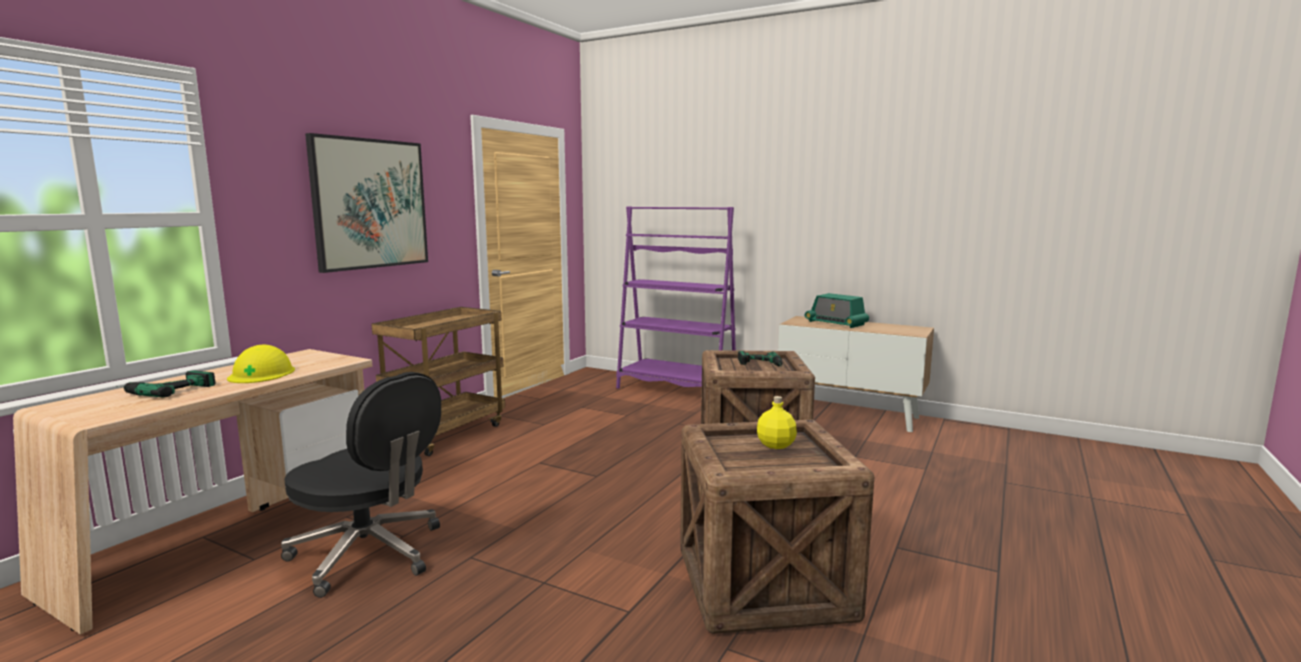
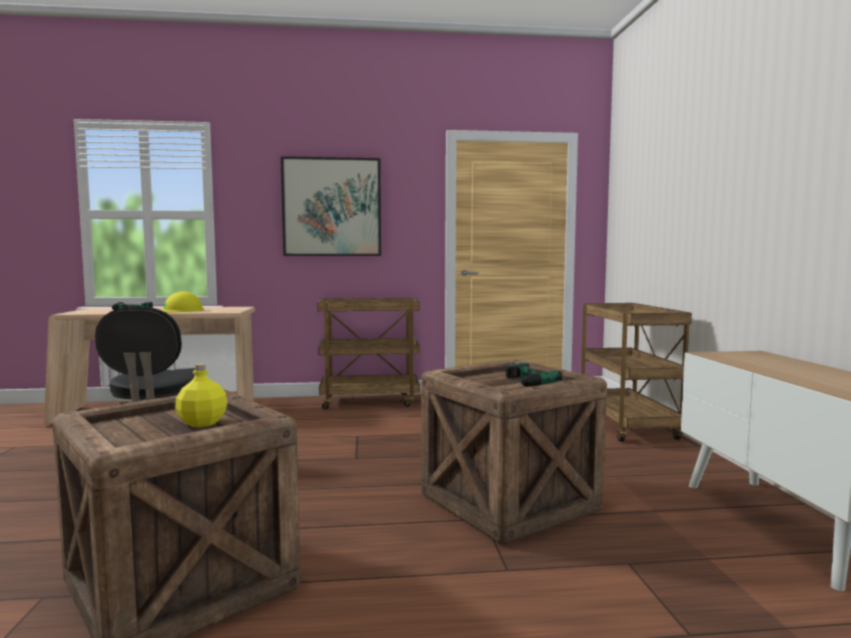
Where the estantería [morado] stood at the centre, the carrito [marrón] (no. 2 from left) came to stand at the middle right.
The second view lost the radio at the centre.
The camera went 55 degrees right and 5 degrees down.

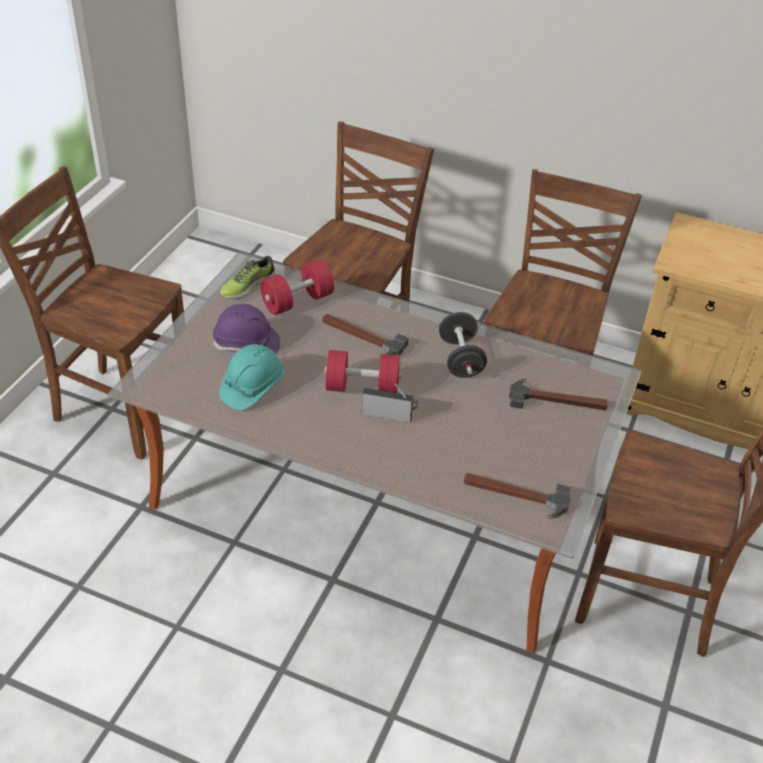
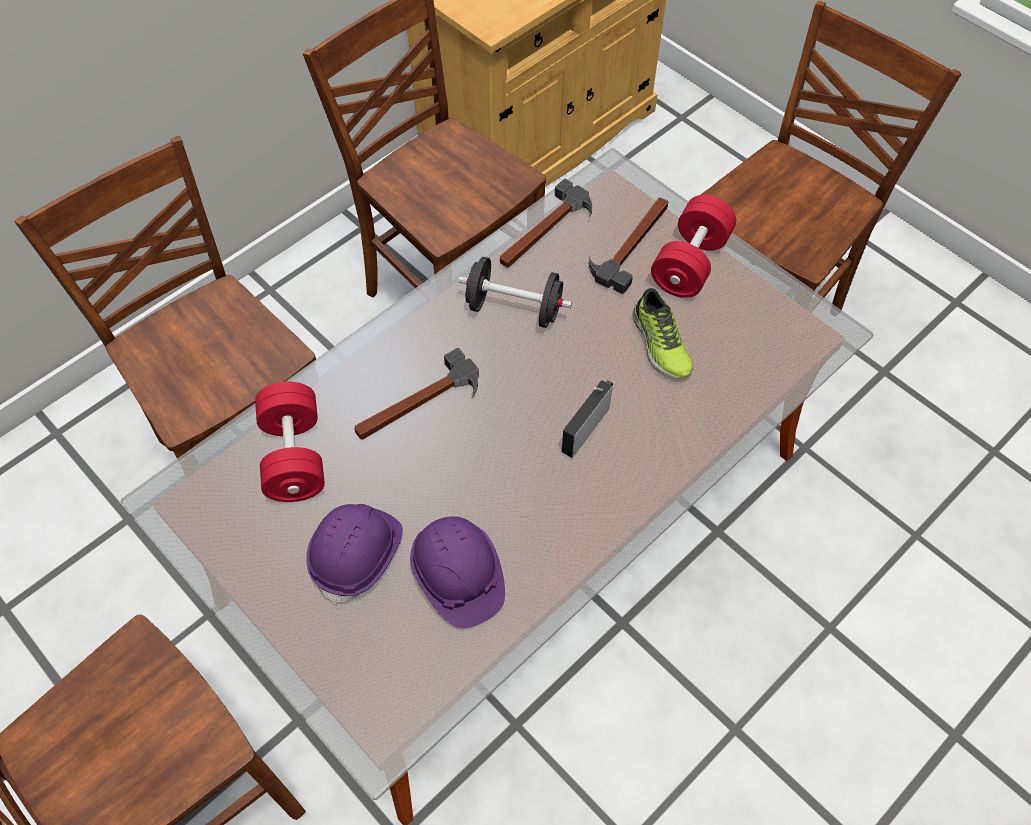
What was the casco [turquesa] at the middle left turned into the casco [morado] (no. 2 from left) at the bottom centre.
The zapato ended up elsewhere, having gone from the middle left to the centre.
The mancuerna [rojo] (no. 2 from left) ended up elsewhere, having gone from the centre to the top right.
The martillo (no. 2 from left) ended up elsewhere, having gone from the middle right to the top centre.
The camera went 65 degrees left and 15 degrees up.

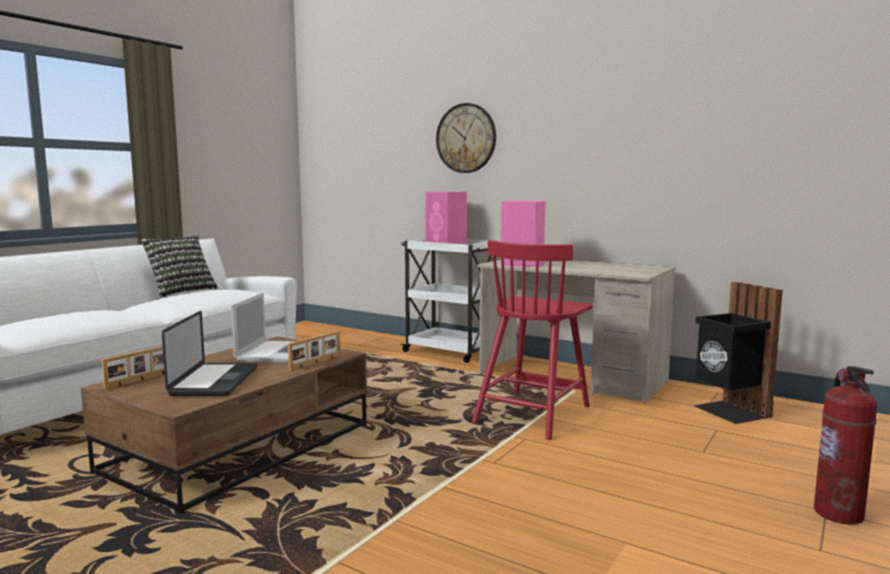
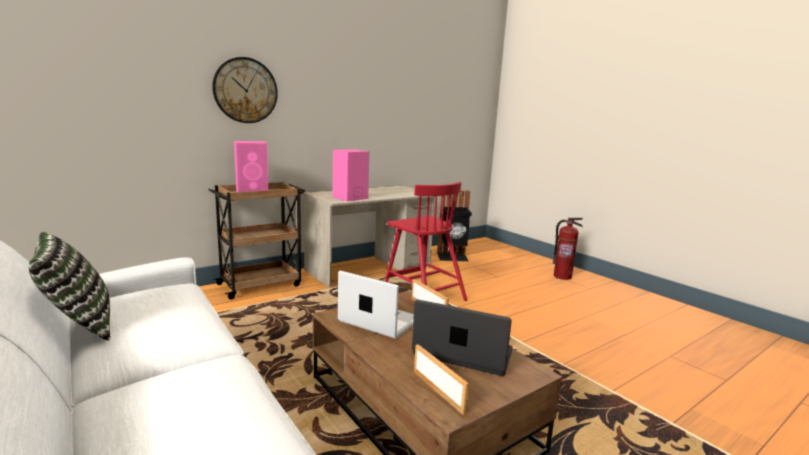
What was the carrito [blanco] at the centre turned into the carrito [marrón] at the middle left.
The camera went 70 degrees left and 5 degrees up.

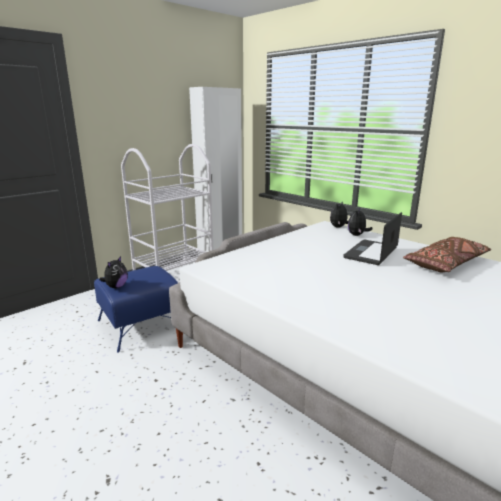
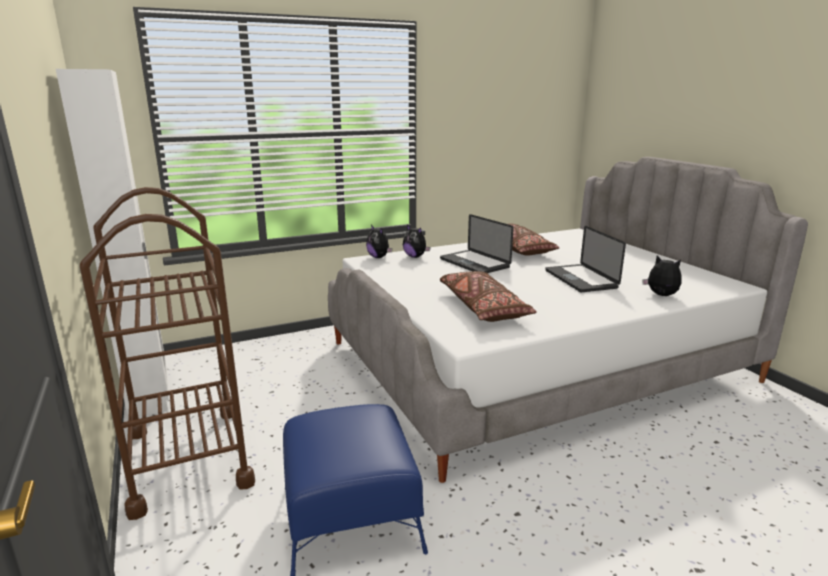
The peluche (no. 1 from left in the first image) ended up elsewhere, having gone from the middle left to the middle right.
What was the carrito [blanco] at the centre turned into the carrito [marrón] at the middle left.
The second view gained the cojín [marrón] (no. 1 from left) at the centre.
The second view gained the portátil (no. 2 from left) at the middle right.
The camera went 70 degrees left and 0 degrees up.

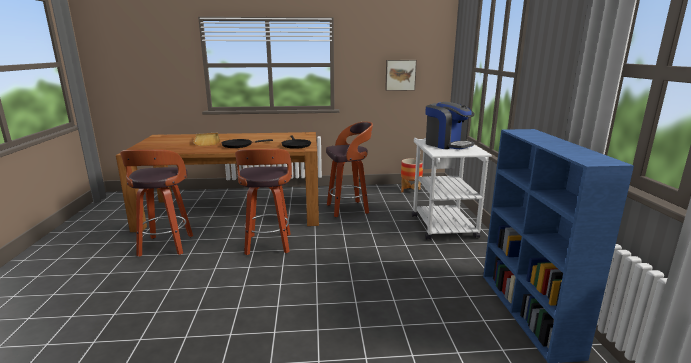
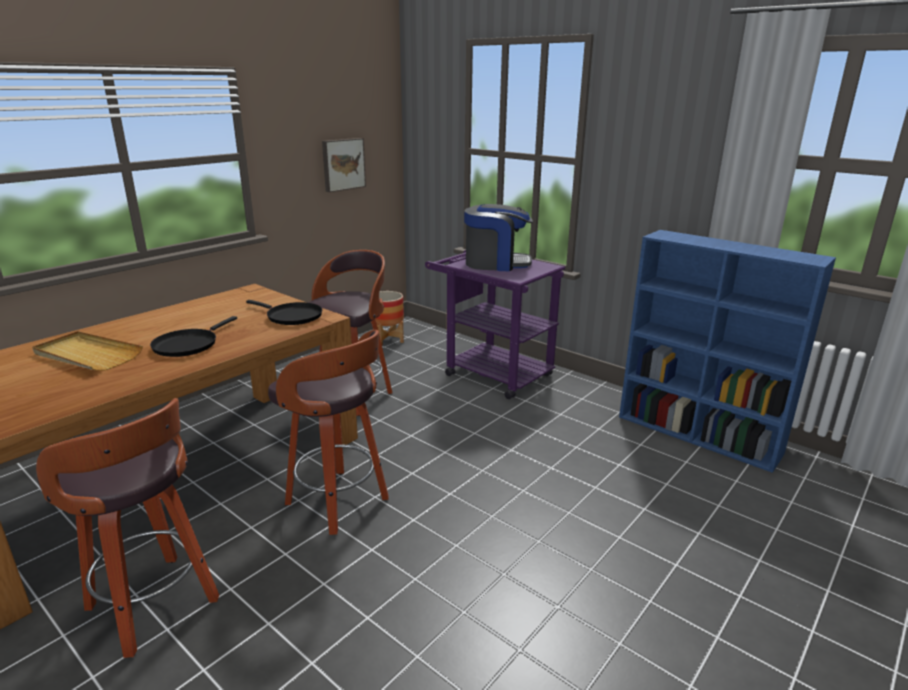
What was the carrito [blanco] at the centre turned into the carrito [morado] at the centre.
The camera went 45 degrees left and 5 degrees up.

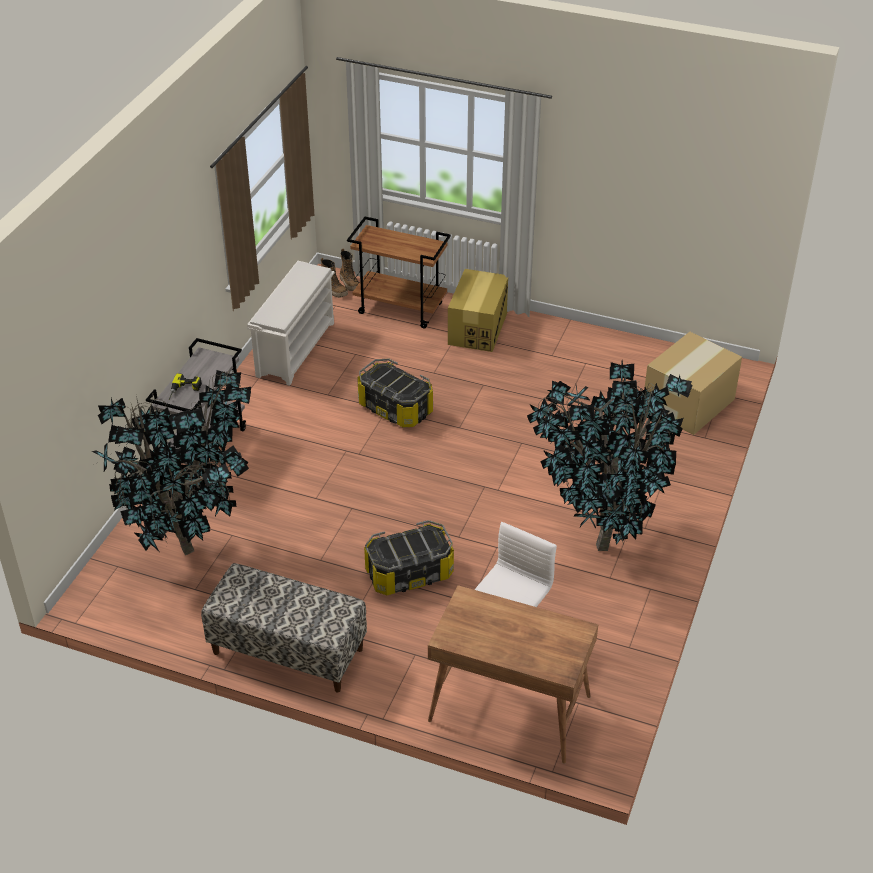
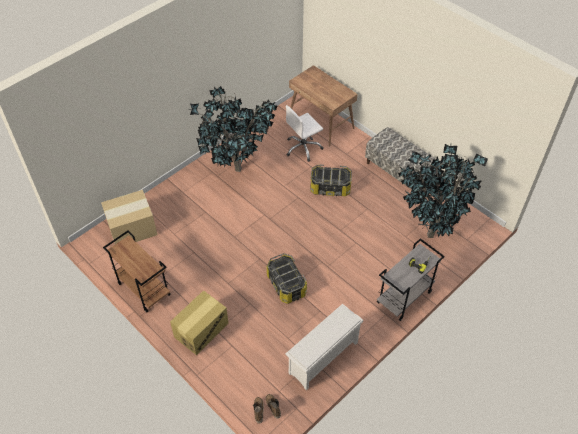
The carrito [marrón] ended up elsewhere, having gone from the top centre to the middle left.
The camera went 155 degrees left and 10 degrees up.

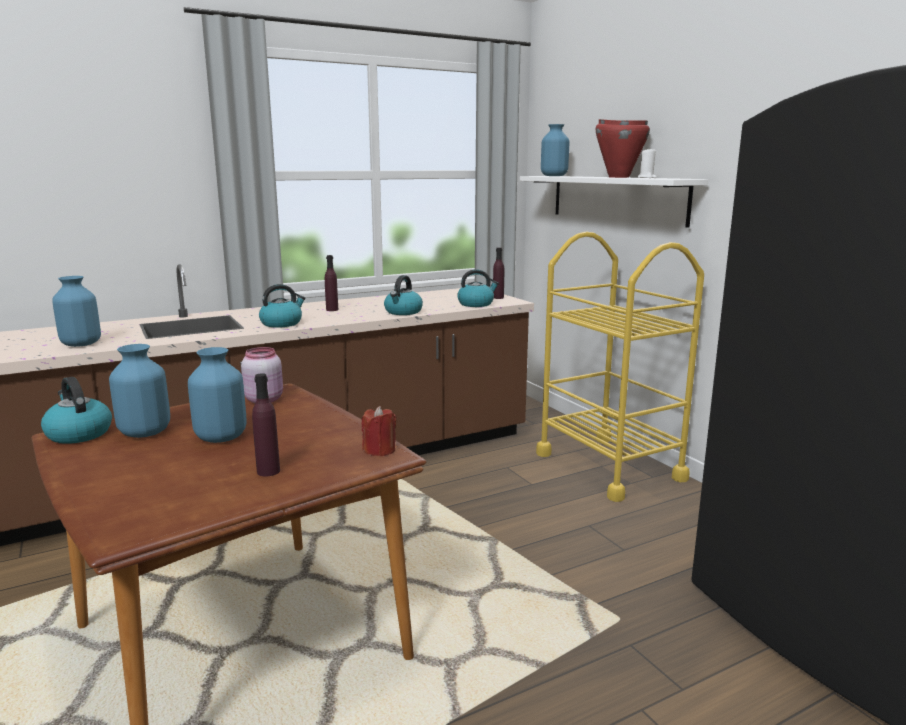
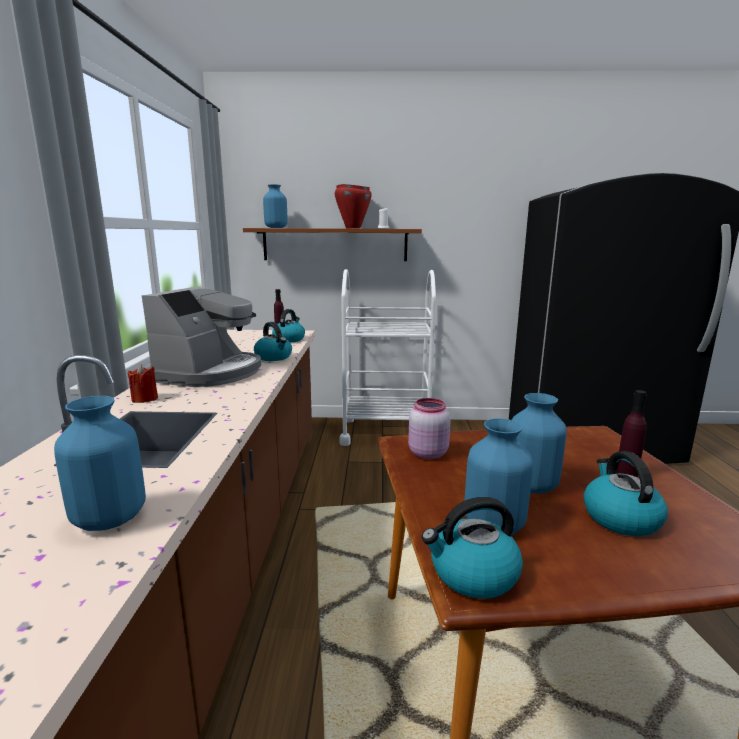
The hervidor (no. 2 from left in the first image) ended up elsewhere, having gone from the middle left to the bottom right.
Where the botella [morado] (no. 2 from left) stood at the centre, the cafetera came to stand at the middle left.
The vela [rojo] ended up elsewhere, having gone from the centre to the middle left.
What was the estante [blanco] at the top right turned into the estante [marrón] at the top centre.
What was the carrito [amarillo] at the middle right turned into the carrito [blanco] at the centre.
The camera went 60 degrees left and 0 degrees up.

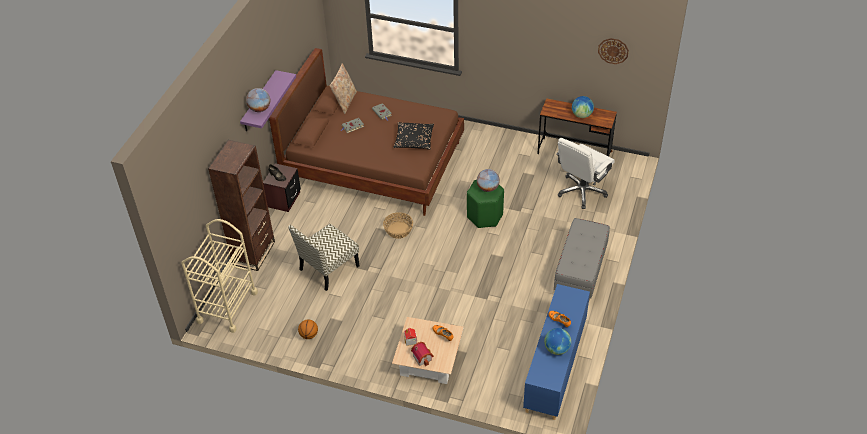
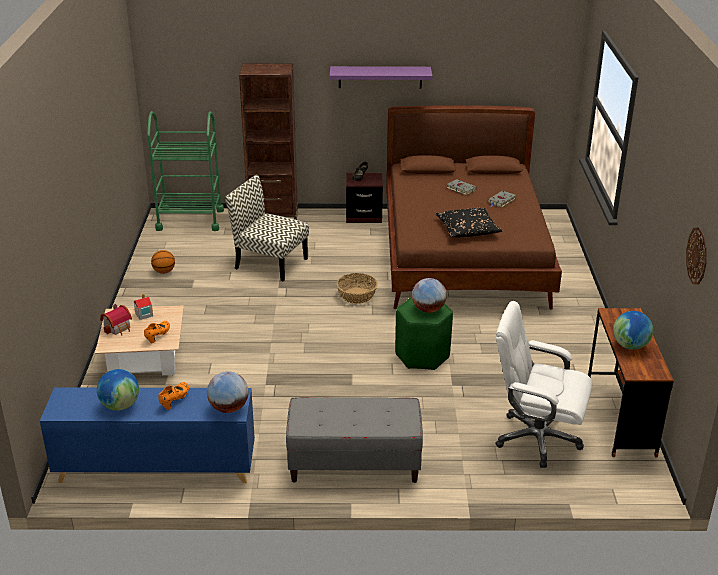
What was the carrito [beis] at the middle left turned into the carrito [verde] at the top left.
The globo terráqueo (no. 1 from left in the first image) ended up elsewhere, having gone from the top left to the bottom left.
The second view lost the cojín [beis] at the top centre.
The camera went 70 degrees right and 15 degrees down.

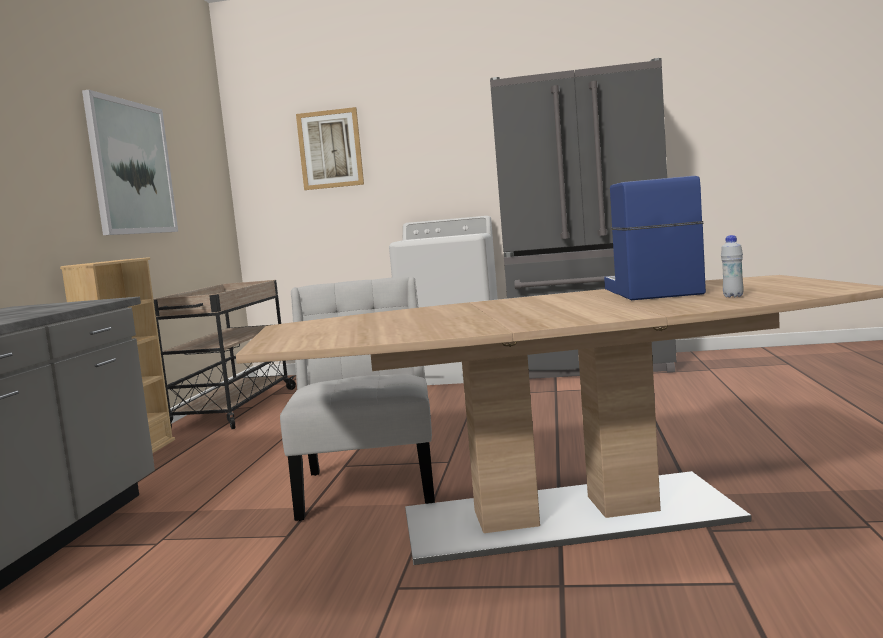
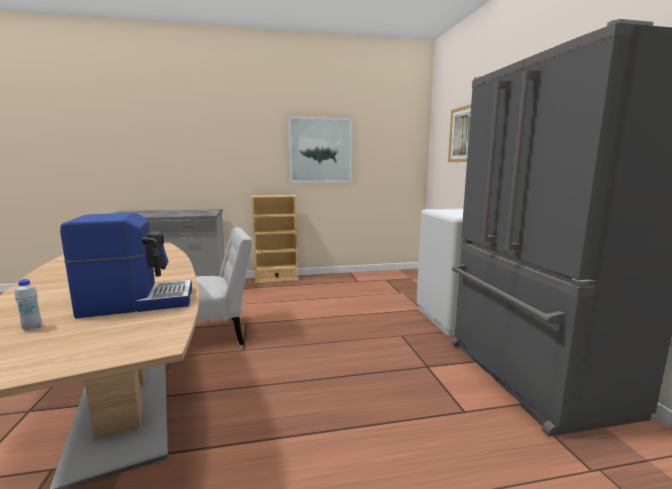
The second view lost the carrito [beis] at the middle left.
The camera went 70 degrees right and 5 degrees up.

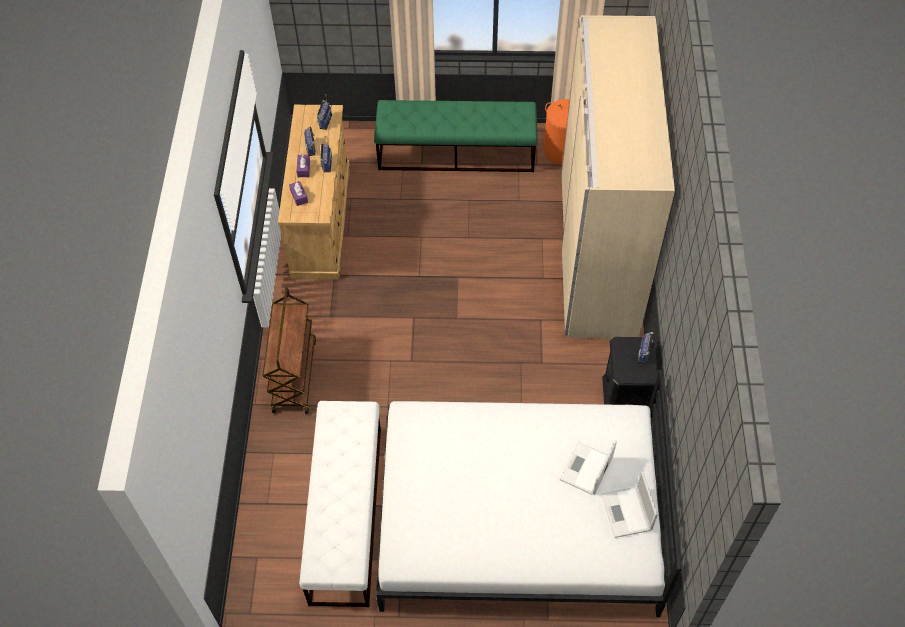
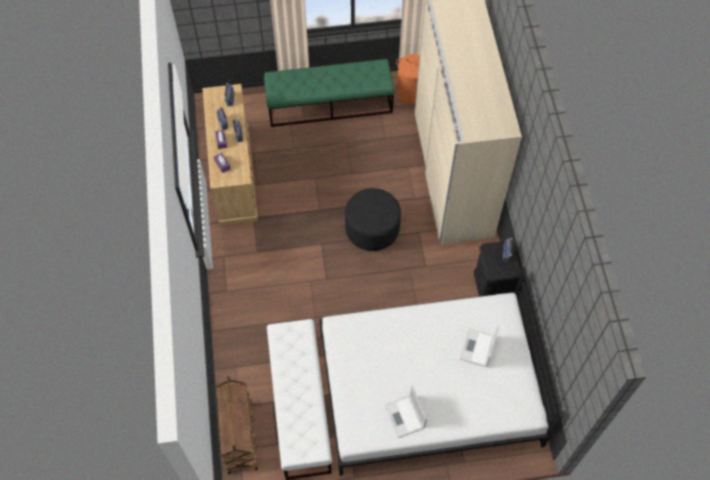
The carrito [marrón] ended up elsewhere, having gone from the middle left to the bottom centre.
The portátil (no. 2 from left in the first image) ended up elsewhere, having gone from the bottom right to the bottom centre.
The second view gained the puf [negro] at the centre.
The camera went 10 degrees left and 5 degrees up.

